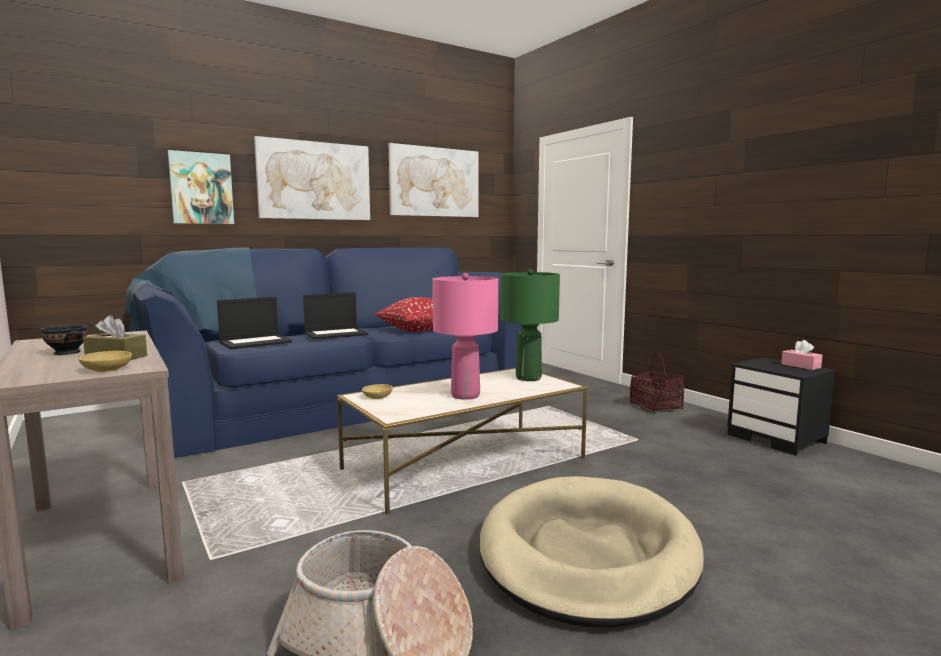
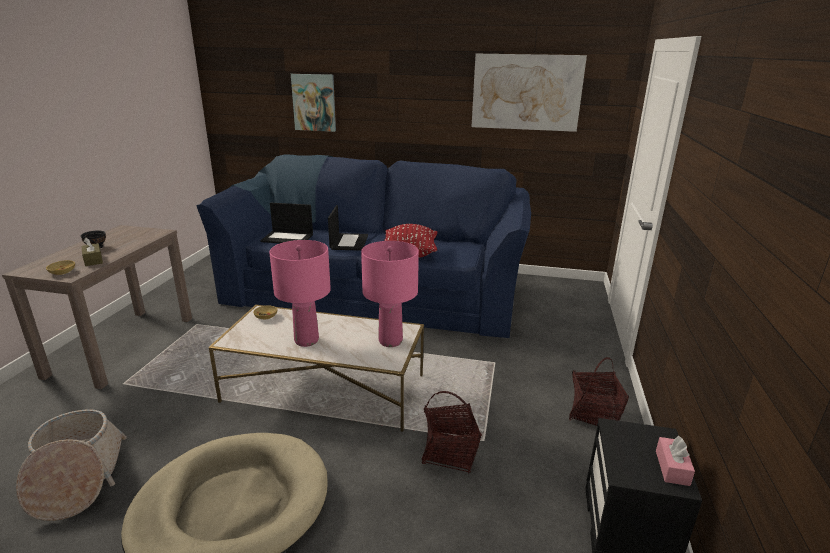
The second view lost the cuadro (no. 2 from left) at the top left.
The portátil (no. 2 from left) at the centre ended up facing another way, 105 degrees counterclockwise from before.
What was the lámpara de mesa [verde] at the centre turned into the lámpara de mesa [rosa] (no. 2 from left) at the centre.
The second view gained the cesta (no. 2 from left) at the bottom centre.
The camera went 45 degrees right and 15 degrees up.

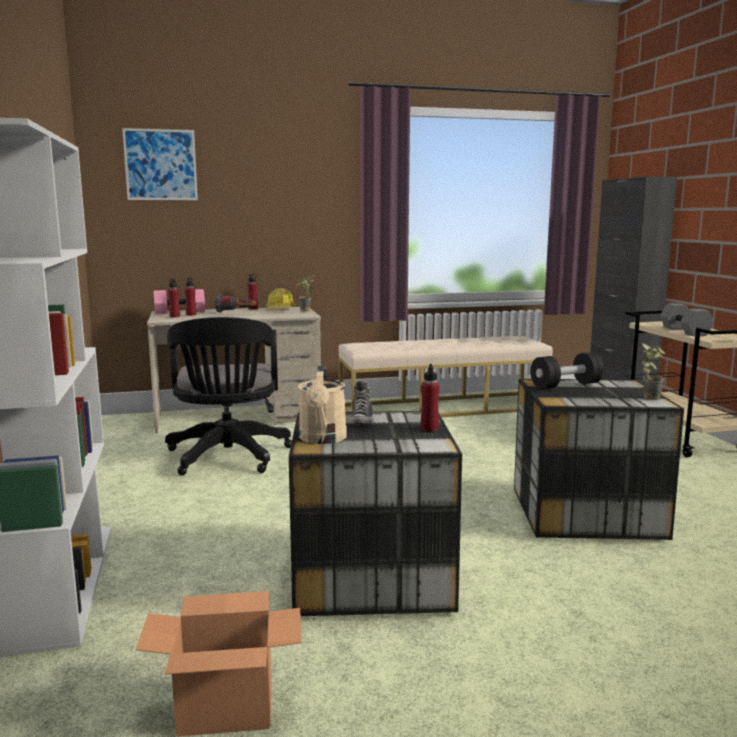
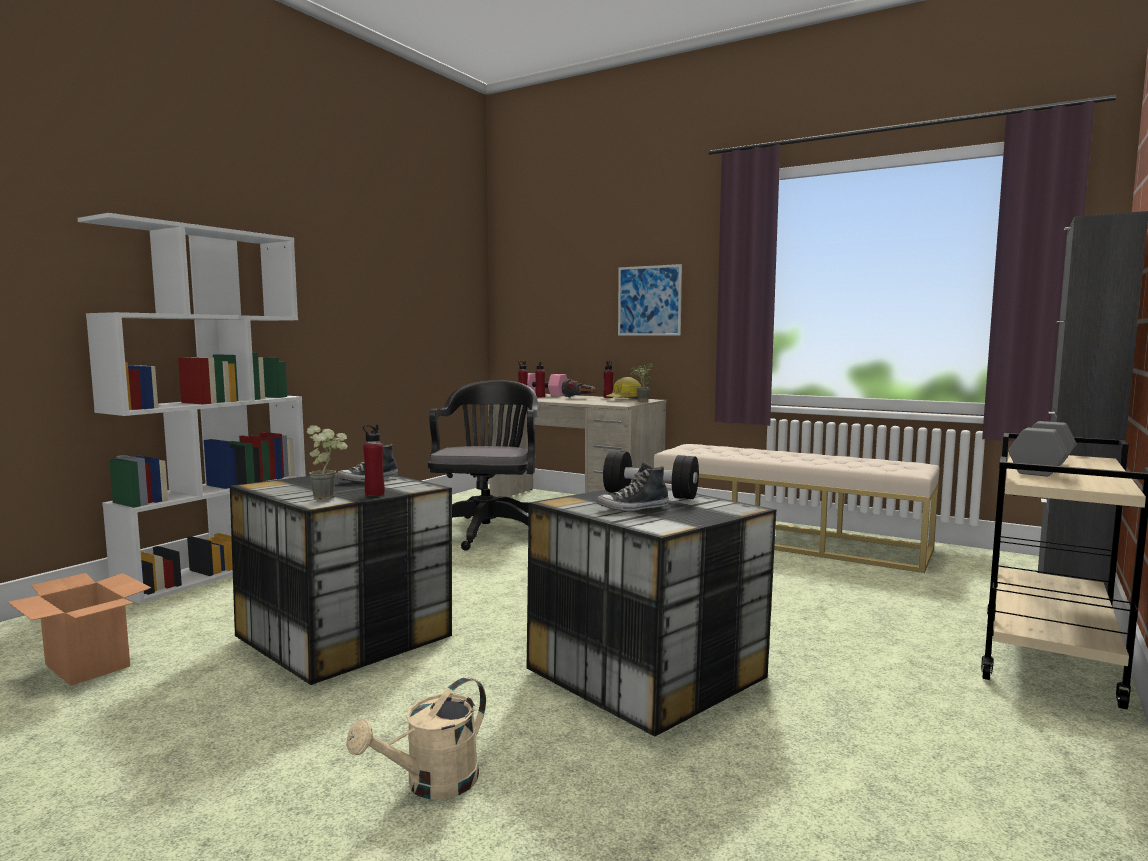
The cuadro ended up elsewhere, having gone from the top left to the centre.
The silla de oficina [negro] at the middle left ended up facing another way, 150 degrees clockwise from before.
The regadera [beis] ended up elsewhere, having gone from the centre to the bottom centre.
The planta en maceta (no. 2 from left in the first image) ended up elsewhere, having gone from the middle right to the middle left.
The second view gained the zapato (no. 2 from left) at the centre.
The camera went 45 degrees right and 5 degrees down.

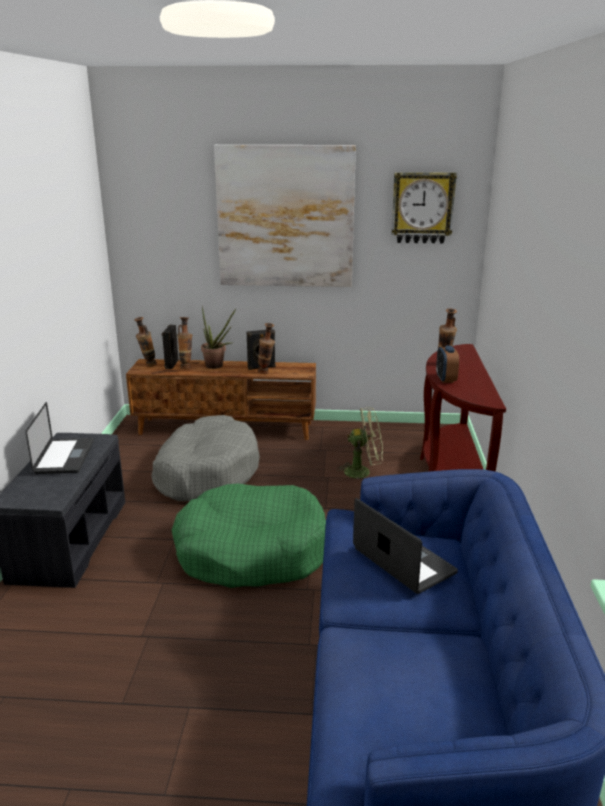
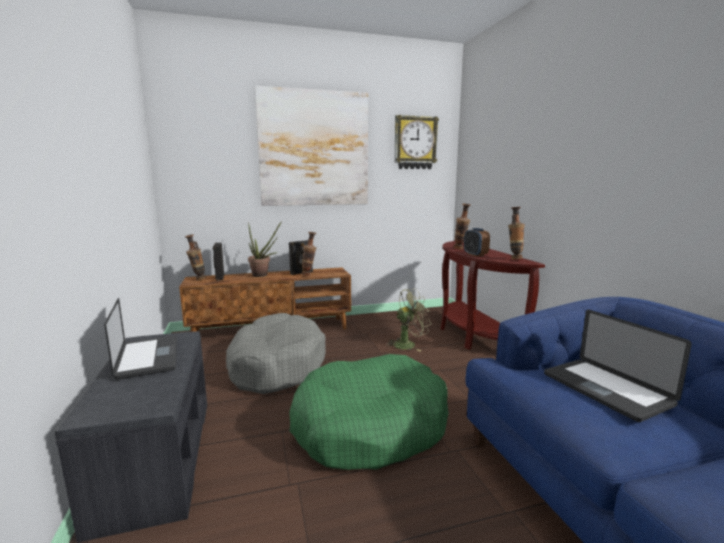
The florero (no. 2 from left in the first image) ended up elsewhere, having gone from the middle left to the middle right.
The portátil (no. 2 from left) at the bottom right ended up facing another way, 150 degrees counterclockwise from before.
The camera went 20 degrees left and 10 degrees down.

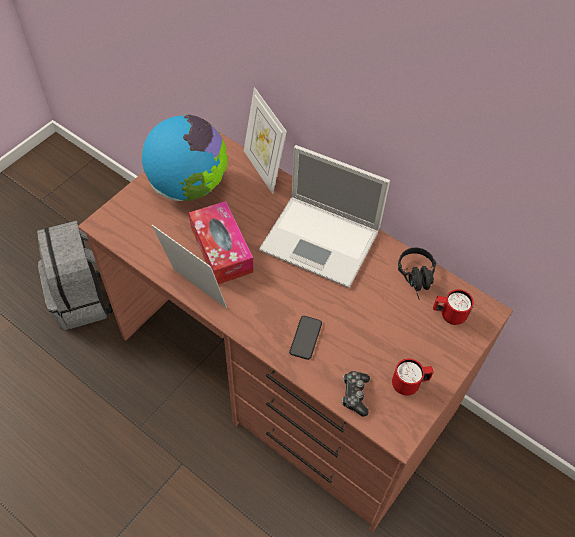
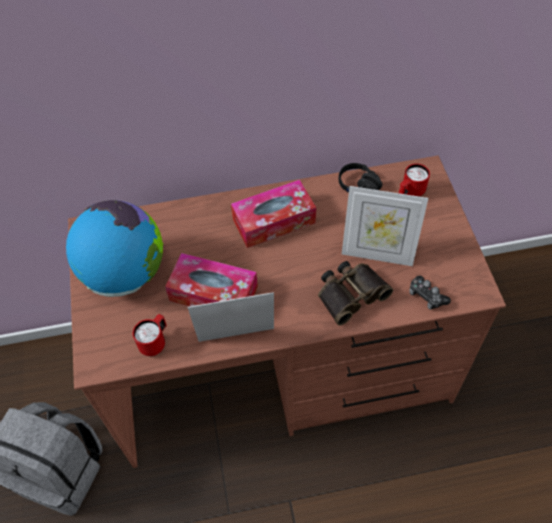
The portarretratos (no. 2 from left) ended up elsewhere, having gone from the top centre to the middle right.
Where the portátil stood at the centre, the caja de pañuelos (no. 2 from left) came to stand at the centre.
Where the móvil stood at the centre, the prismáticos came to stand at the centre.
The taza grande [rojo] (no. 1 from left) ended up elsewhere, having gone from the bottom right to the middle left.
The camera went 45 degrees left and 0 degrees up.

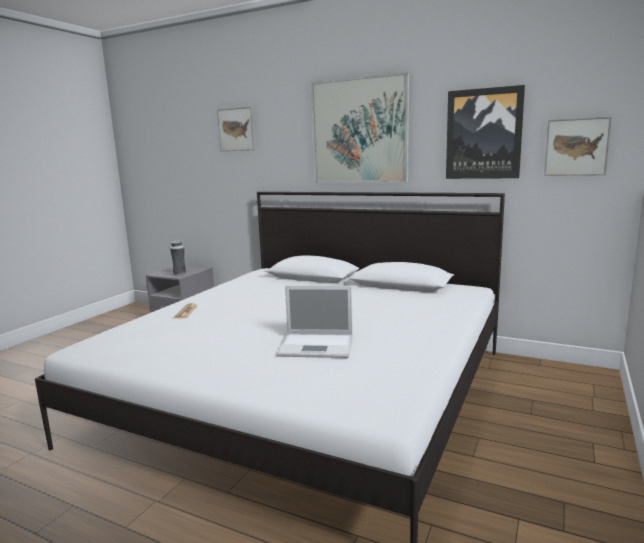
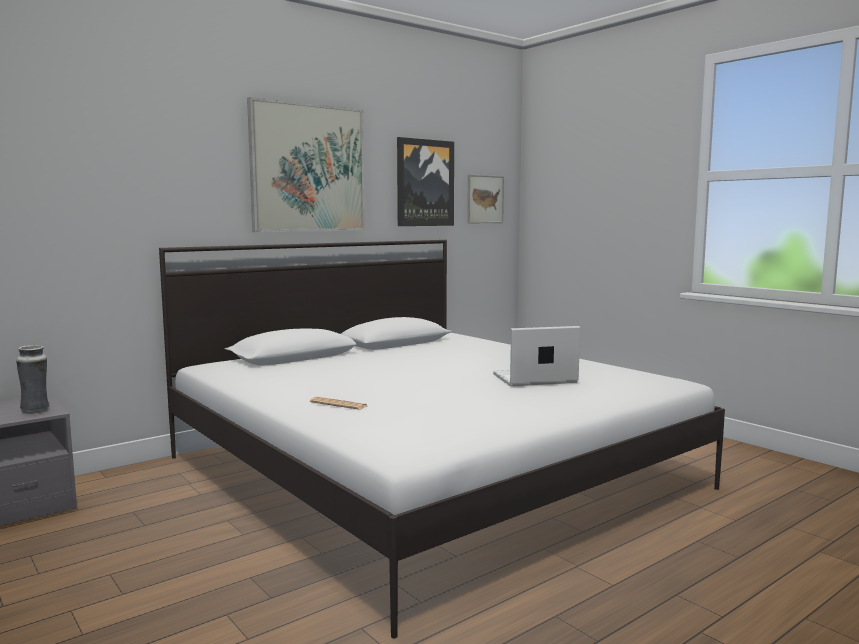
The second view lost the cuadro (no. 1 from left) at the top centre.
The portátil at the centre ended up facing another way, 135 degrees counterclockwise from before.
The camera went 65 degrees left and 5 degrees down.

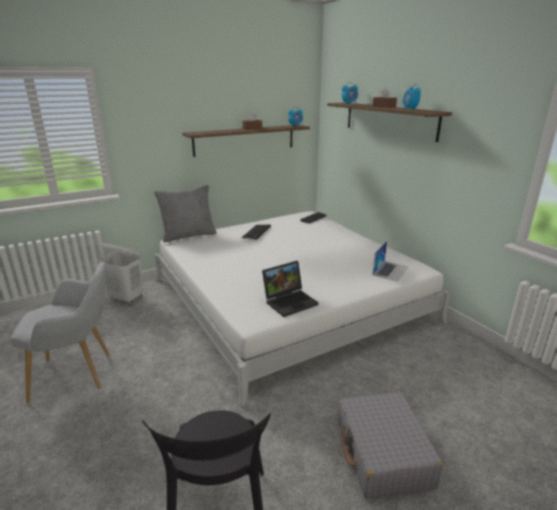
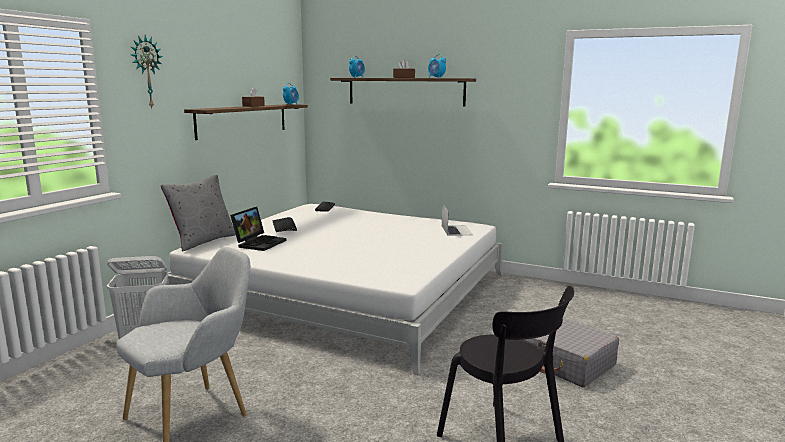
The portátil (no. 1 from left) ended up elsewhere, having gone from the centre to the middle left.
The second view gained the reloj de pared at the top left.
The camera went 35 degrees left and 10 degrees down.

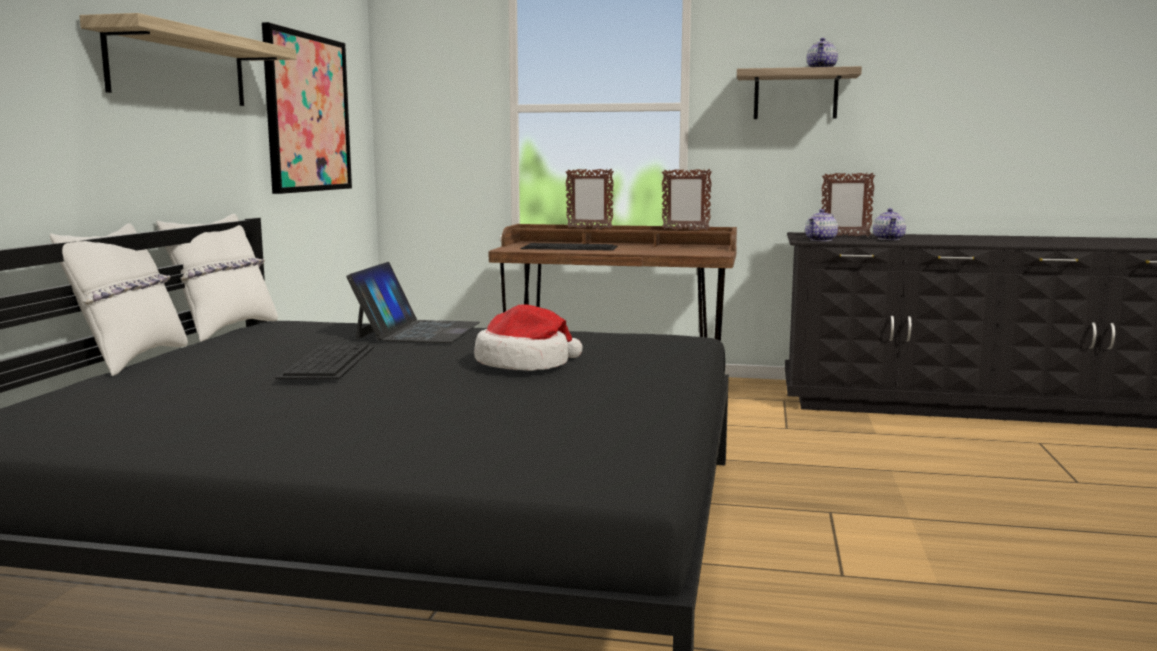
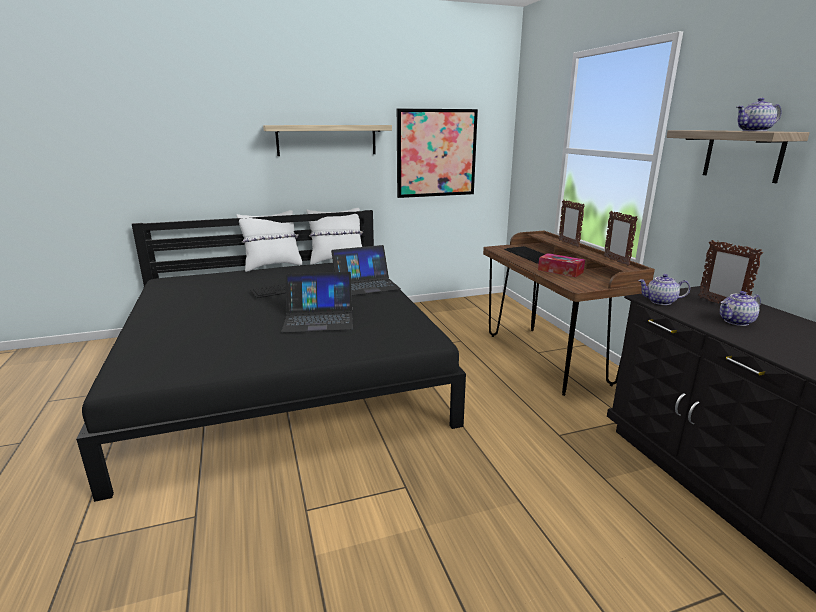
Where the sombrero stood at the centre, the portátil (no. 1 from left) came to stand at the centre.
The second view gained the caja de pañuelos at the middle right.
The camera went 60 degrees right and 10 degrees up.

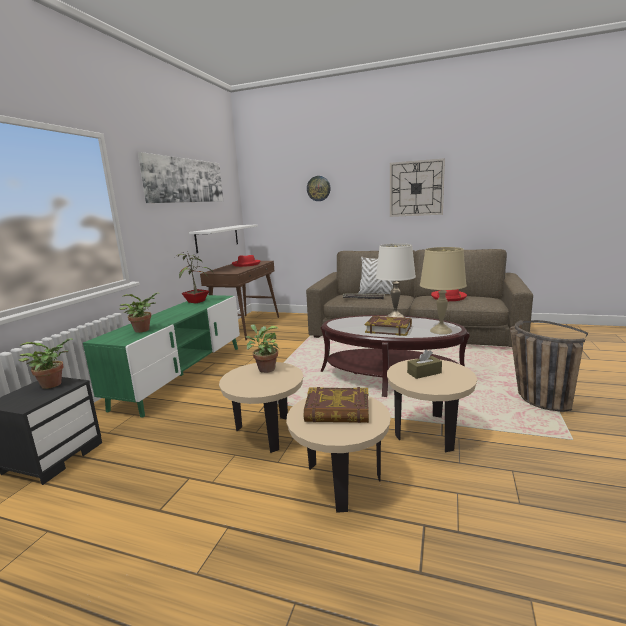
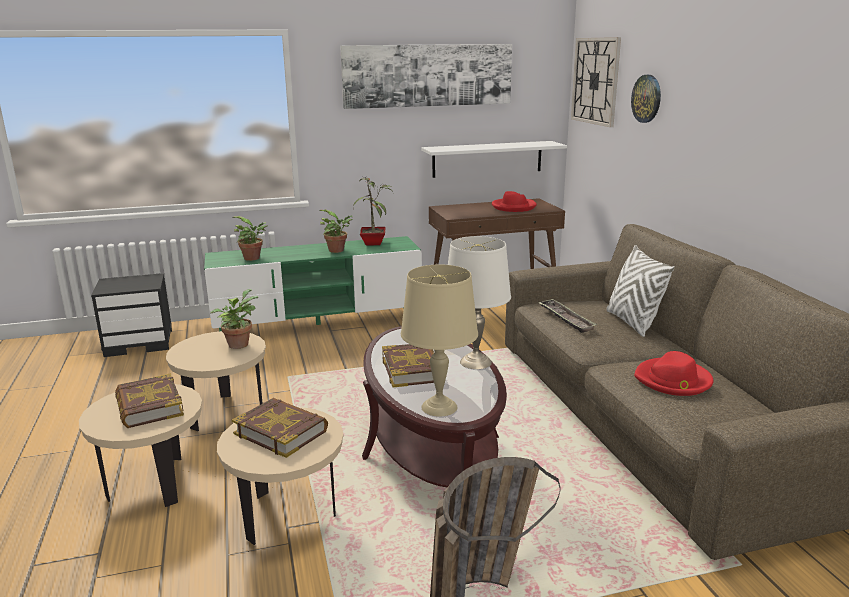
The planta en maceta (no. 1 from left in the first image) ended up elsewhere, having gone from the middle left to the centre.
The reloj de pared (no. 2 from left in the first image) ended up elsewhere, having gone from the top centre to the top right.
Where the caja de pañuelos [marrón] stood at the middle right, the libro (no. 2 from left) came to stand at the bottom left.
The camera went 55 degrees right and 5 degrees up.

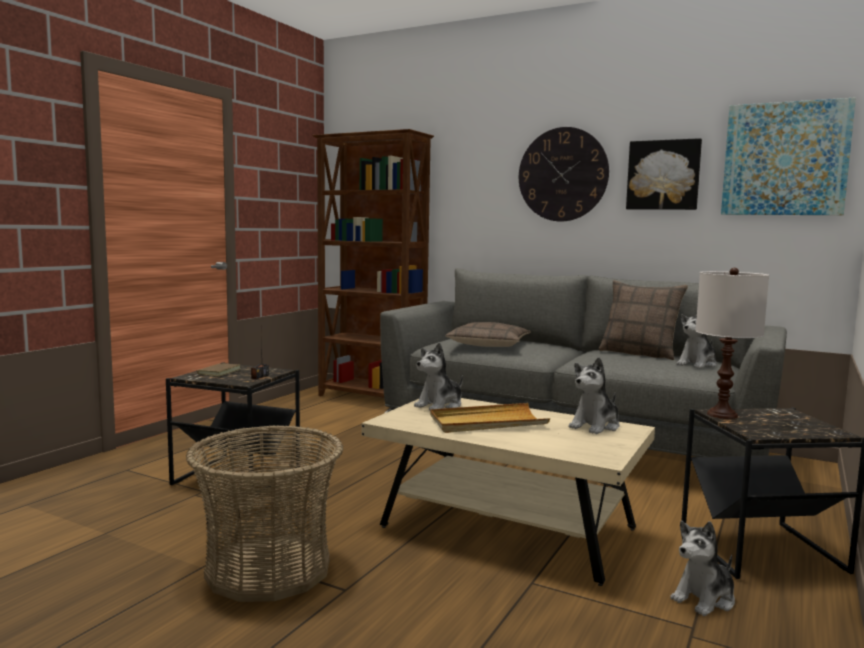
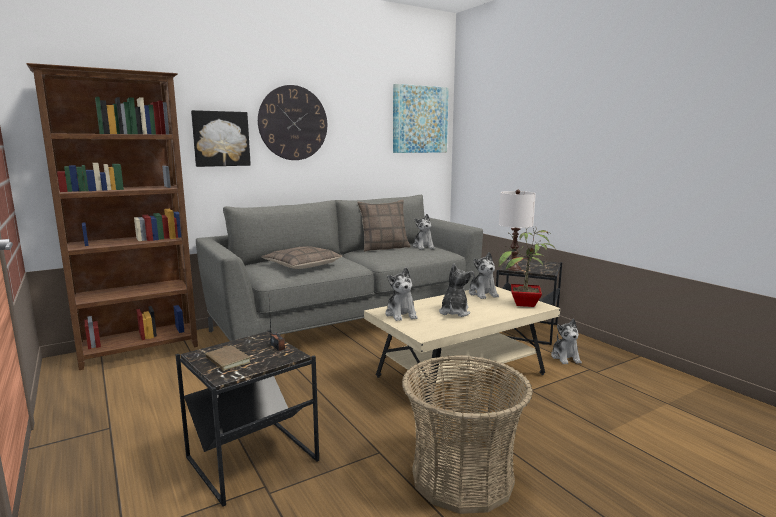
Where the bandeja [beis] stood at the centre, the peluche (no. 3 from left) came to stand at the centre.
The cuadro (no. 1 from left) ended up elsewhere, having gone from the top right to the top left.
The second view gained the planta en maceta at the middle right.
The camera went 60 degrees left and 5 degrees up.

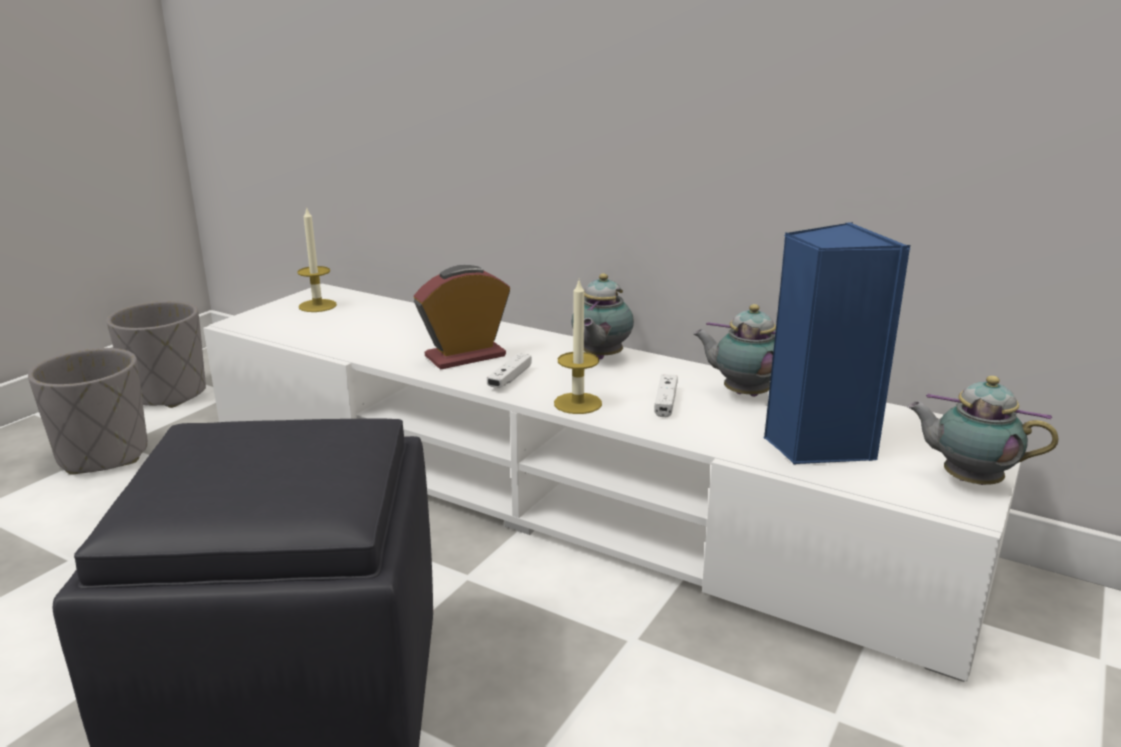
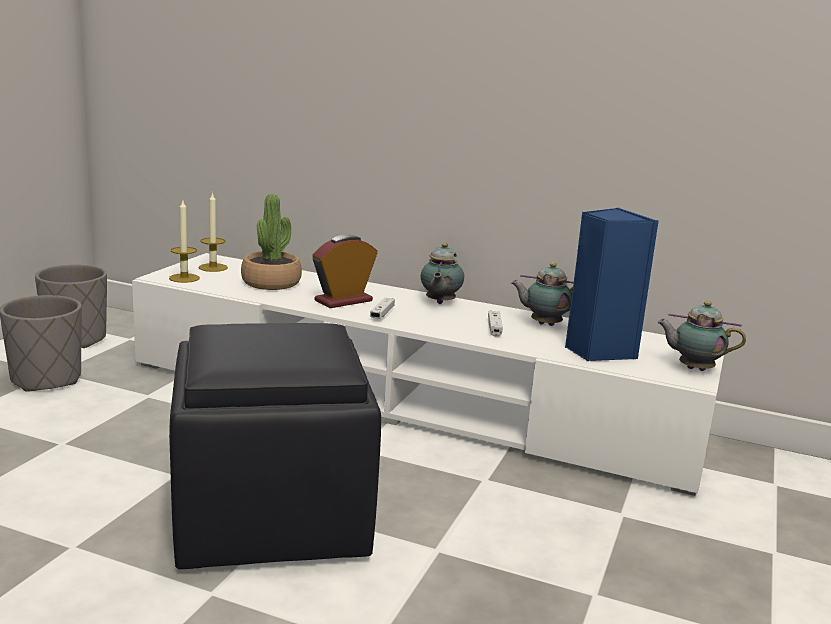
The vela (no. 2 from left in the first image) ended up elsewhere, having gone from the centre to the middle left.
The second view gained the planta en maceta at the middle left.
The camera went 10 degrees left and 5 degrees down.

